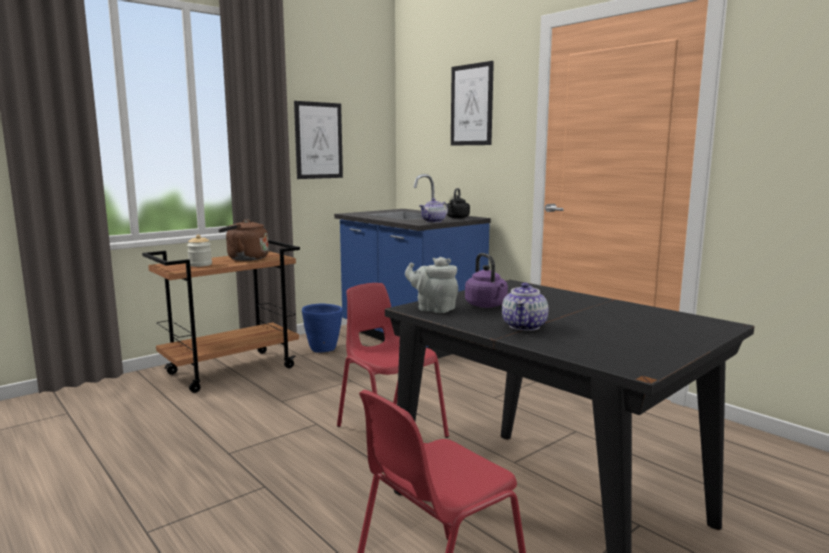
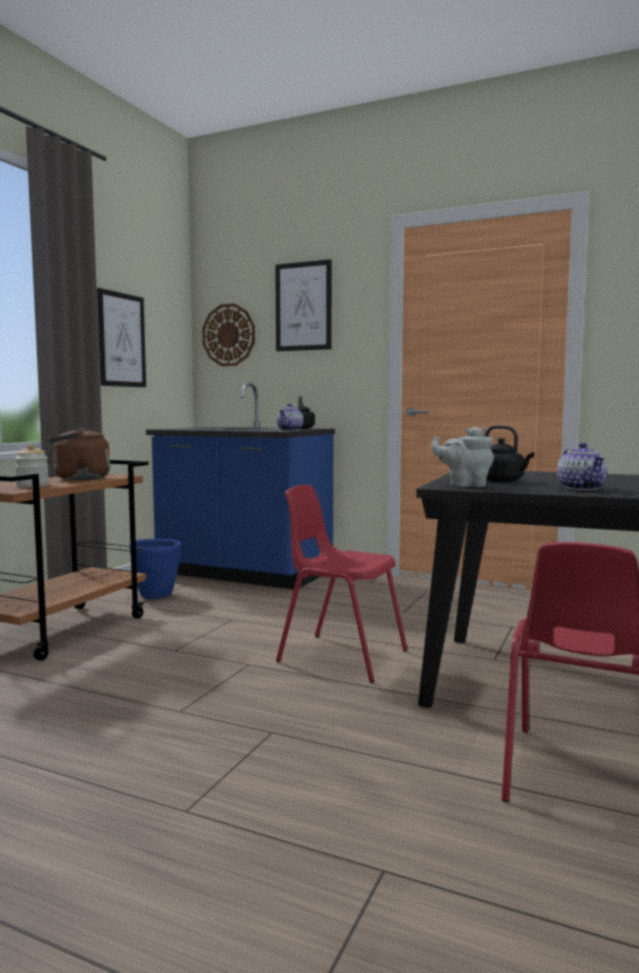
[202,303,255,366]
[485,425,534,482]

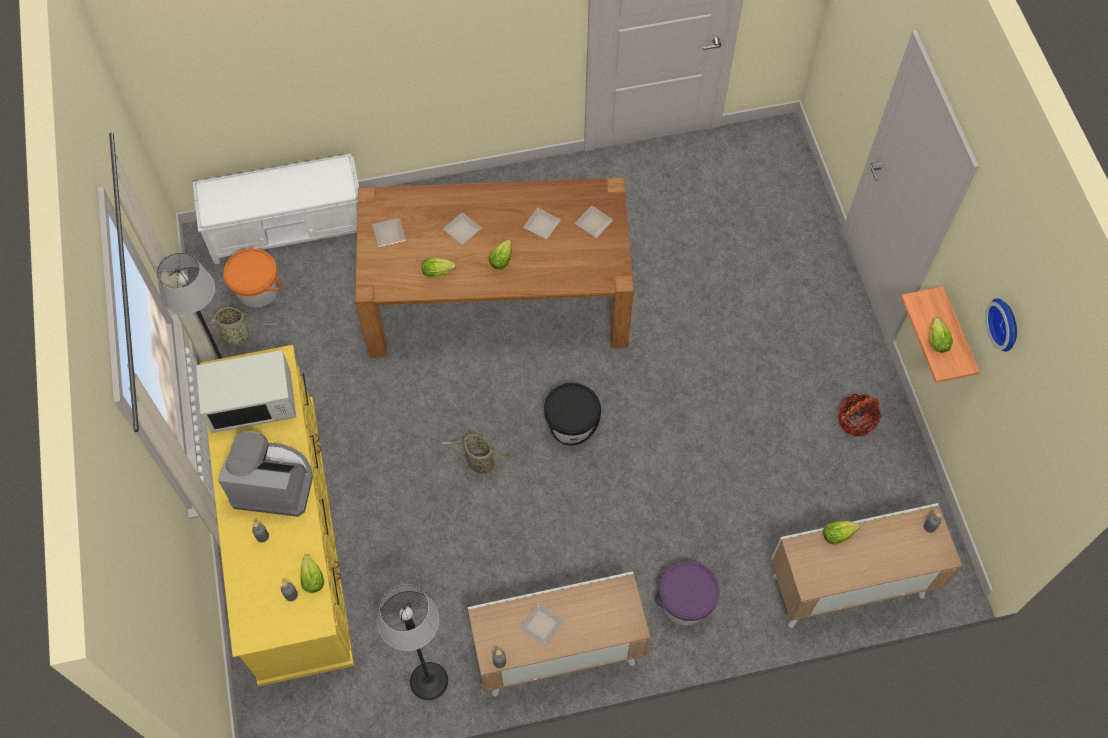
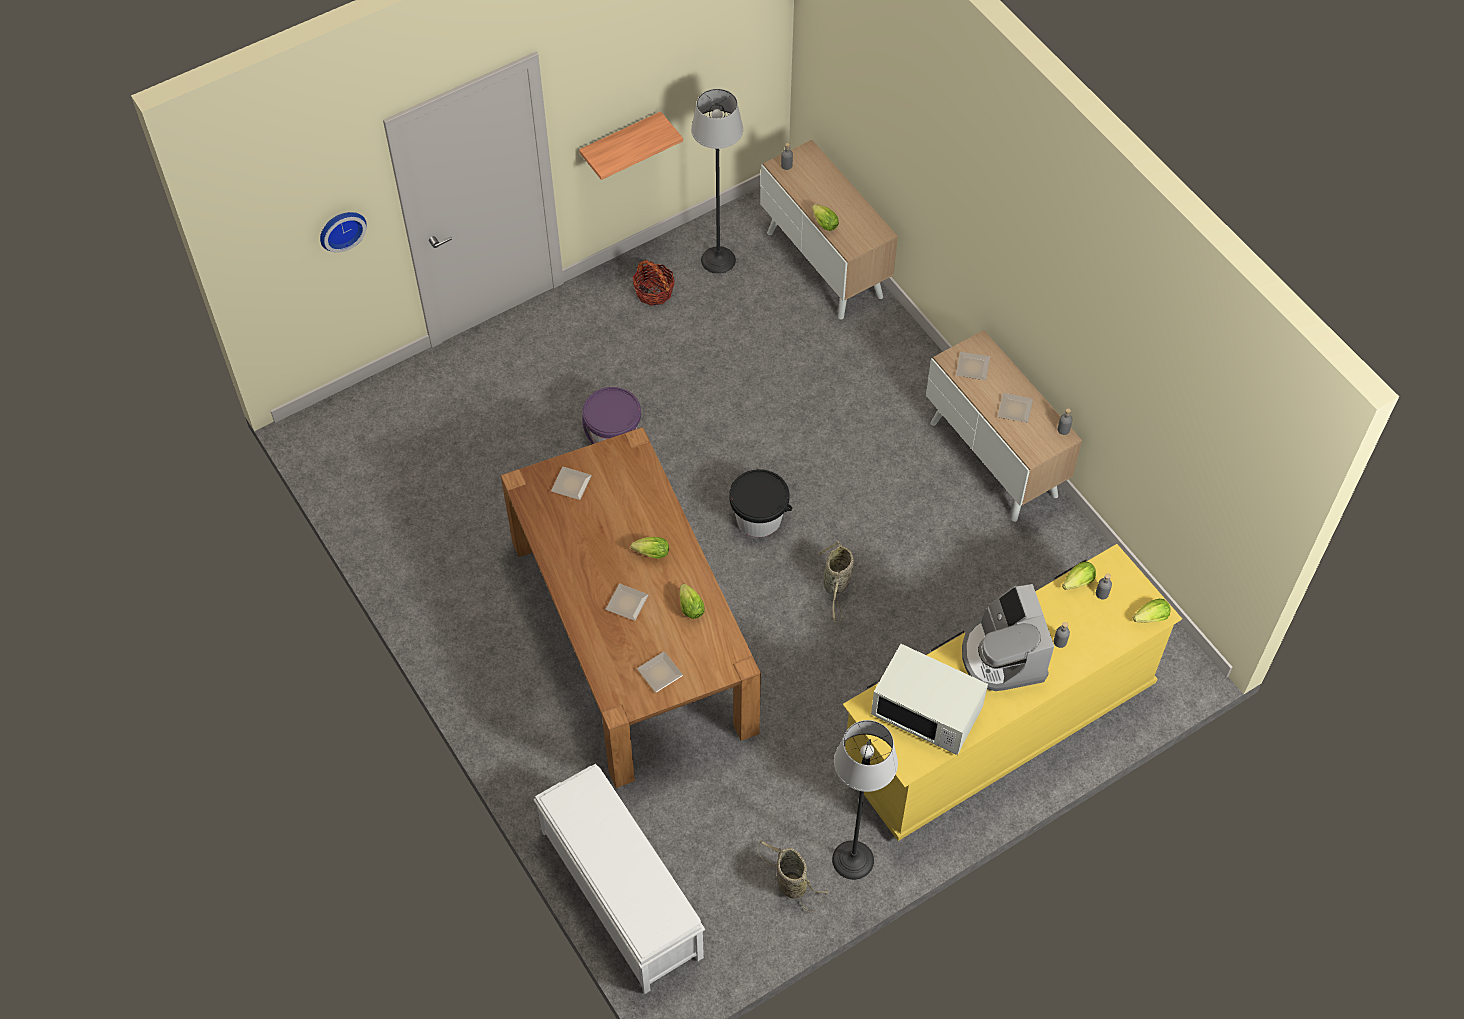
[223,248,282,308] (first image)
[691,89,743,274]
[956,352,990,380]
[582,387,641,444]
[1133,599,1170,623]
[320,212,367,253]
[871,644,988,755]

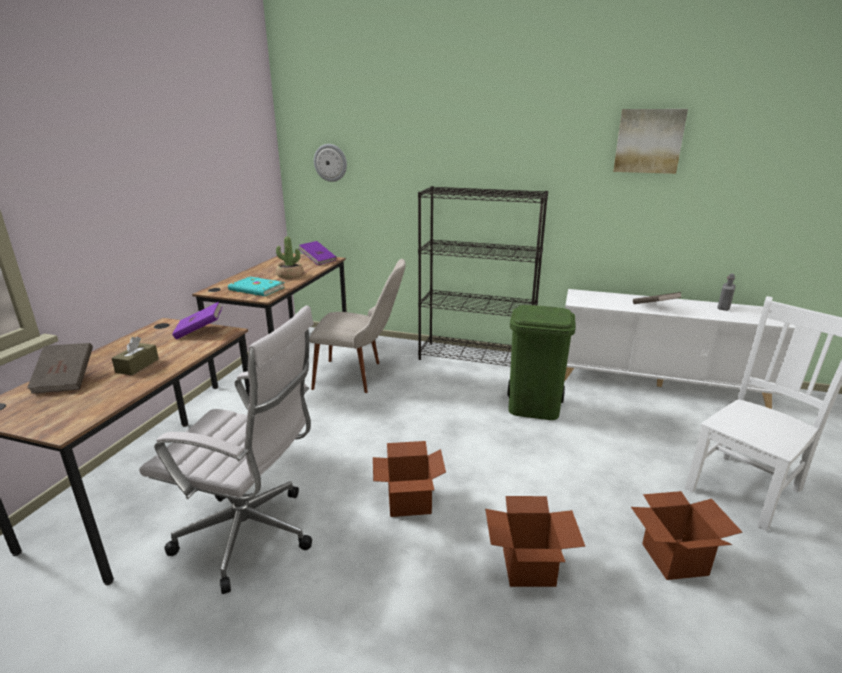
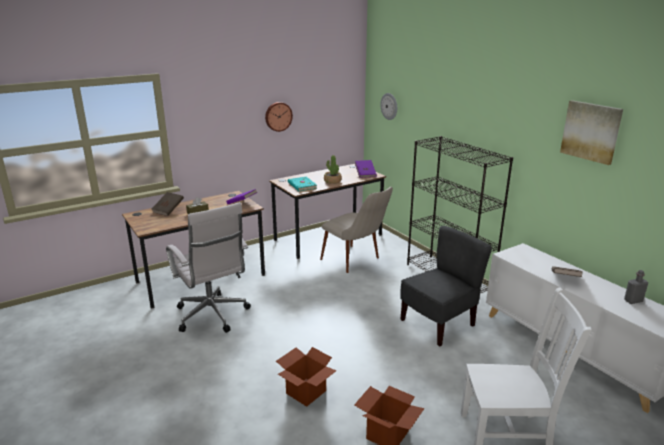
[373,441,446,517] (first image)
[265,102,293,132]
[400,226,492,346]

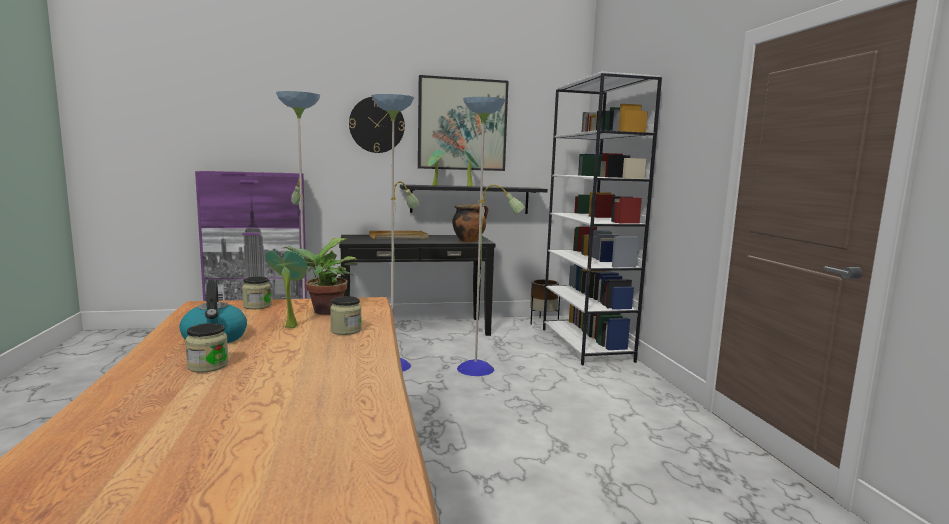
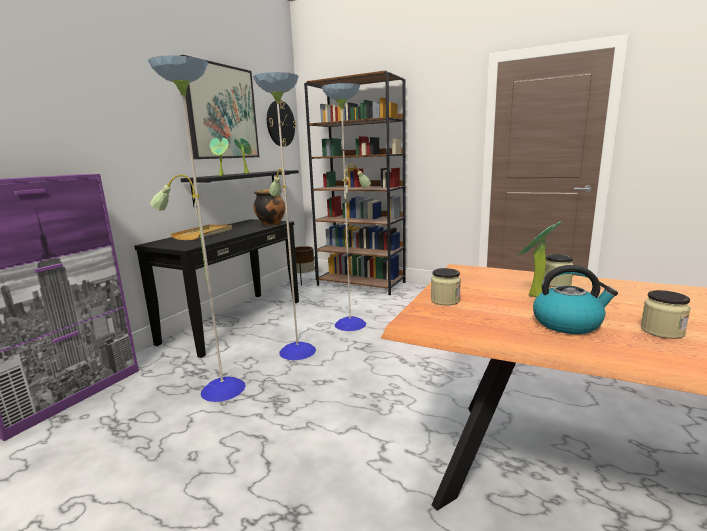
[283,238,358,315] (first image)
[267,100,296,147]
[304,71,406,295]

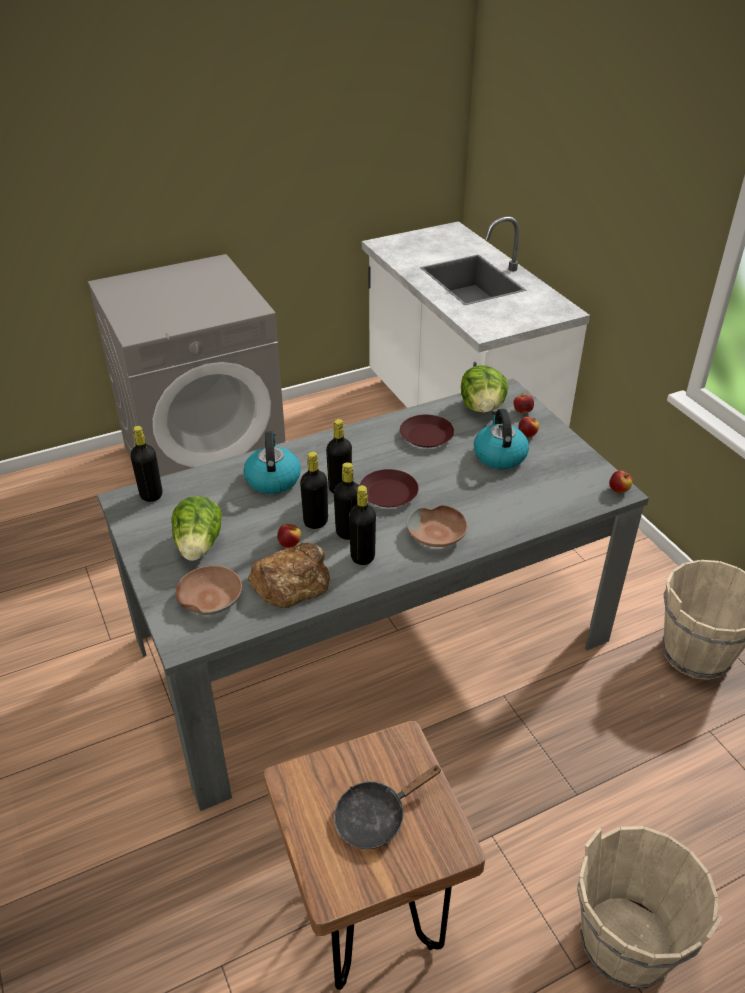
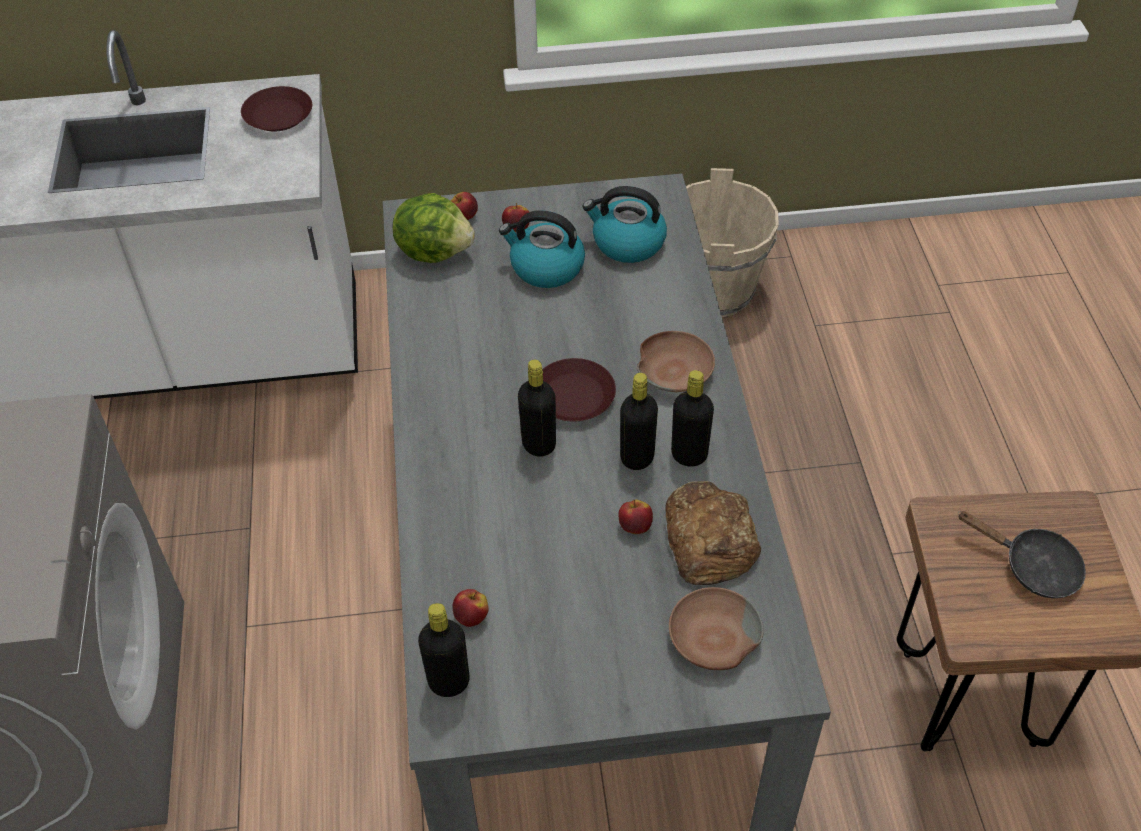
[171,496,222,561] (first image)
[300,451,328,529] (first image)
[577,826,723,989] (first image)
[582,186,667,263]
[241,86,312,131]
[452,589,488,627]
[958,511,1086,598]

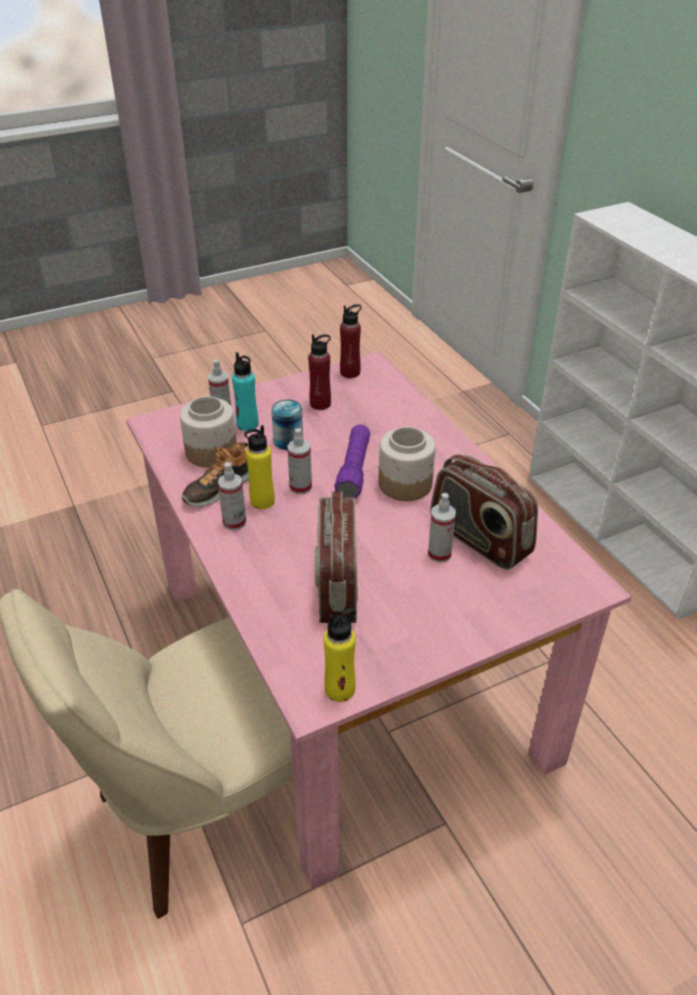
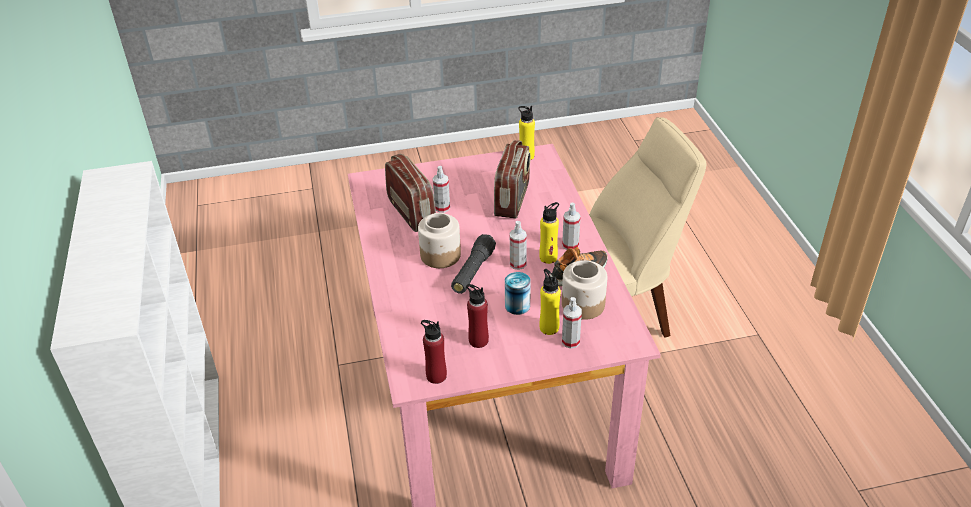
[540,269,561,335]
[451,234,496,294]

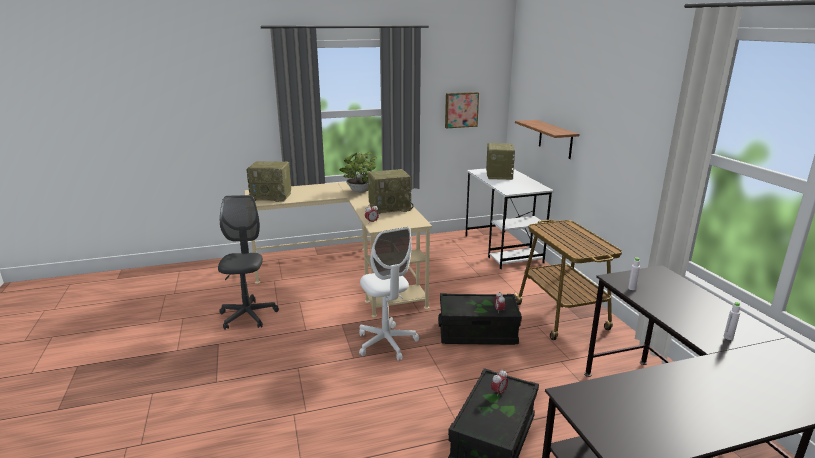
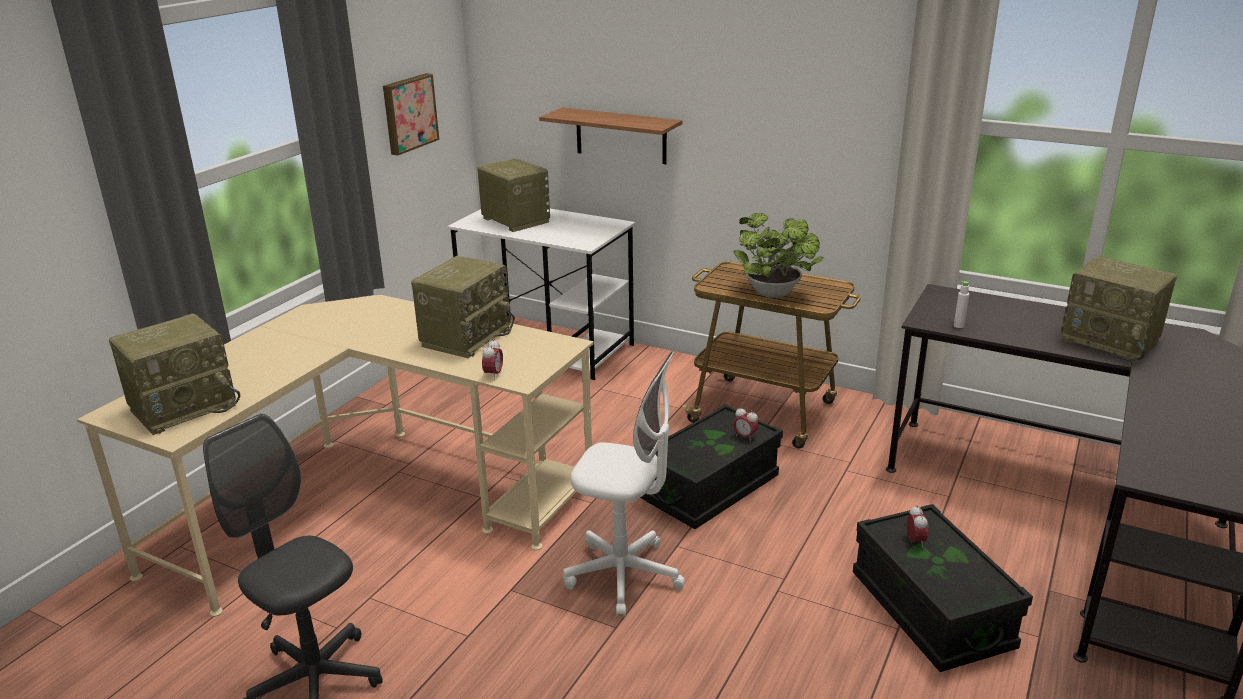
[734,213,823,298]
[1061,256,1177,363]

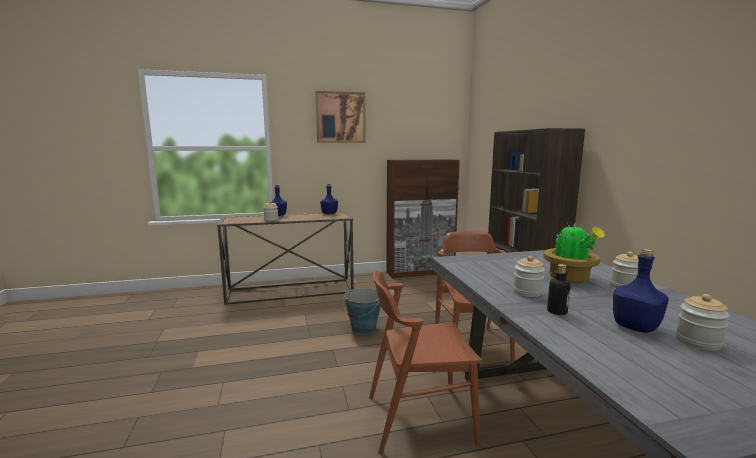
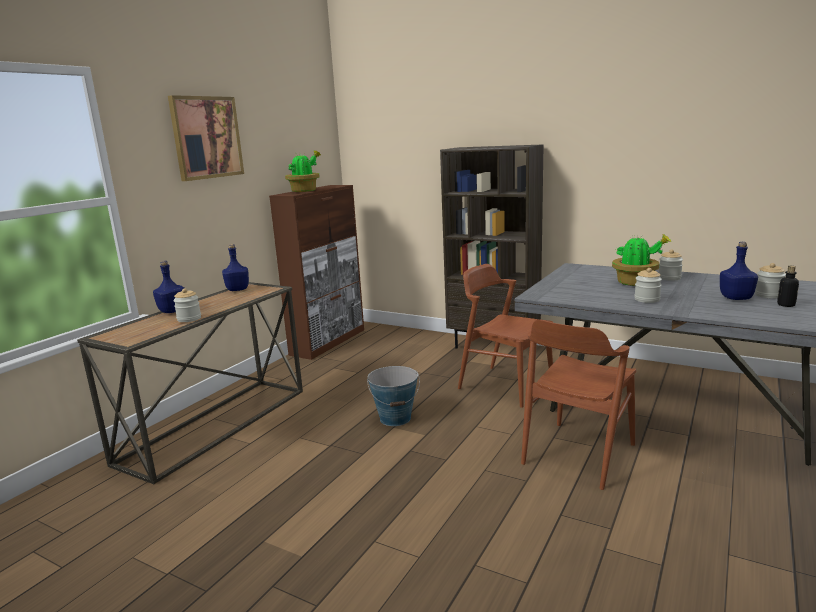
[285,150,321,192]
[777,266,799,307]

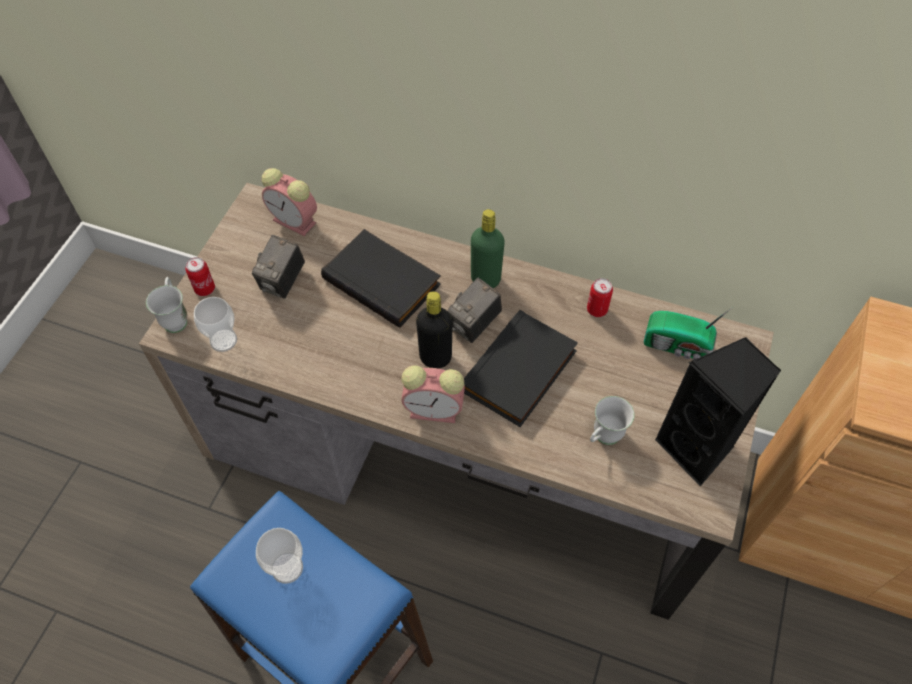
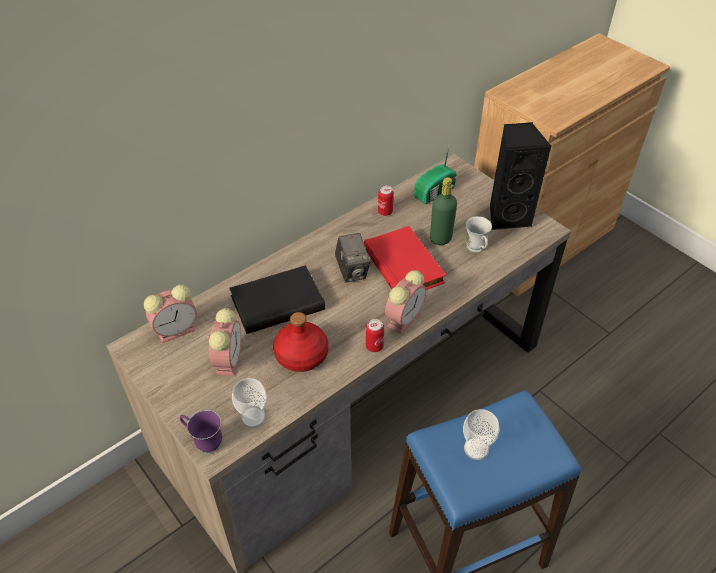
[416,291,453,368] (first image)
[273,312,328,372]
[366,319,384,353]
[430,177,457,245]
[207,308,241,376]
[180,410,222,454]
[364,226,446,290]

